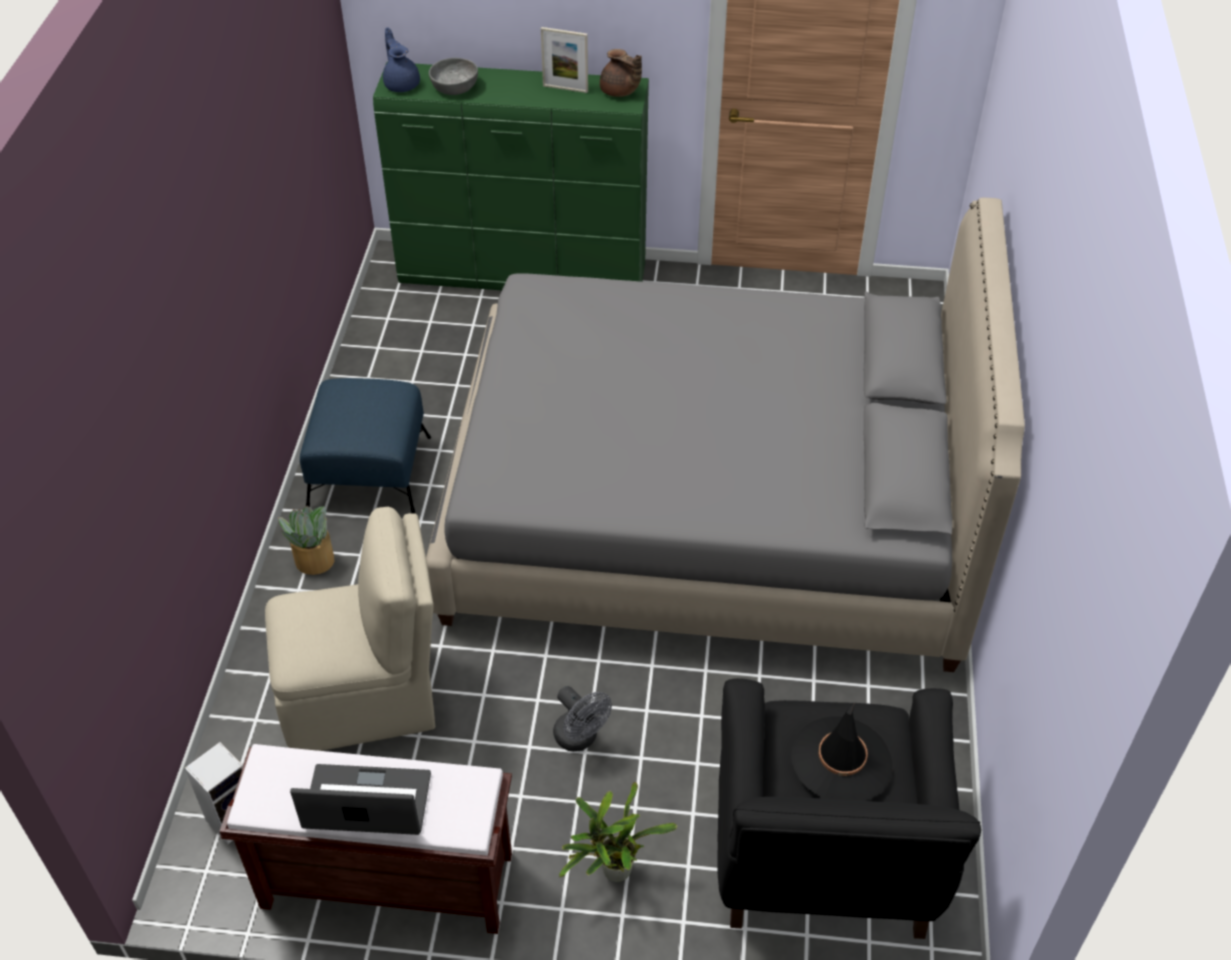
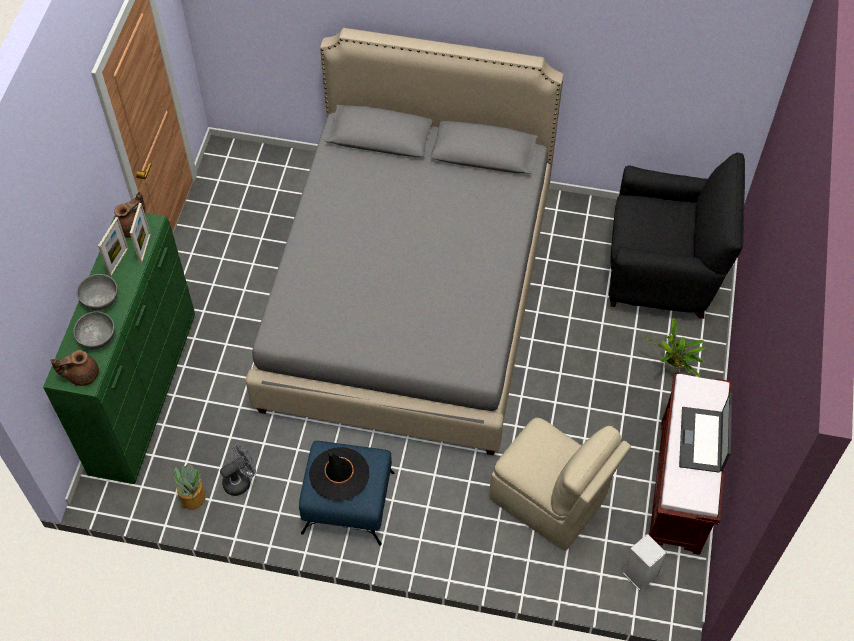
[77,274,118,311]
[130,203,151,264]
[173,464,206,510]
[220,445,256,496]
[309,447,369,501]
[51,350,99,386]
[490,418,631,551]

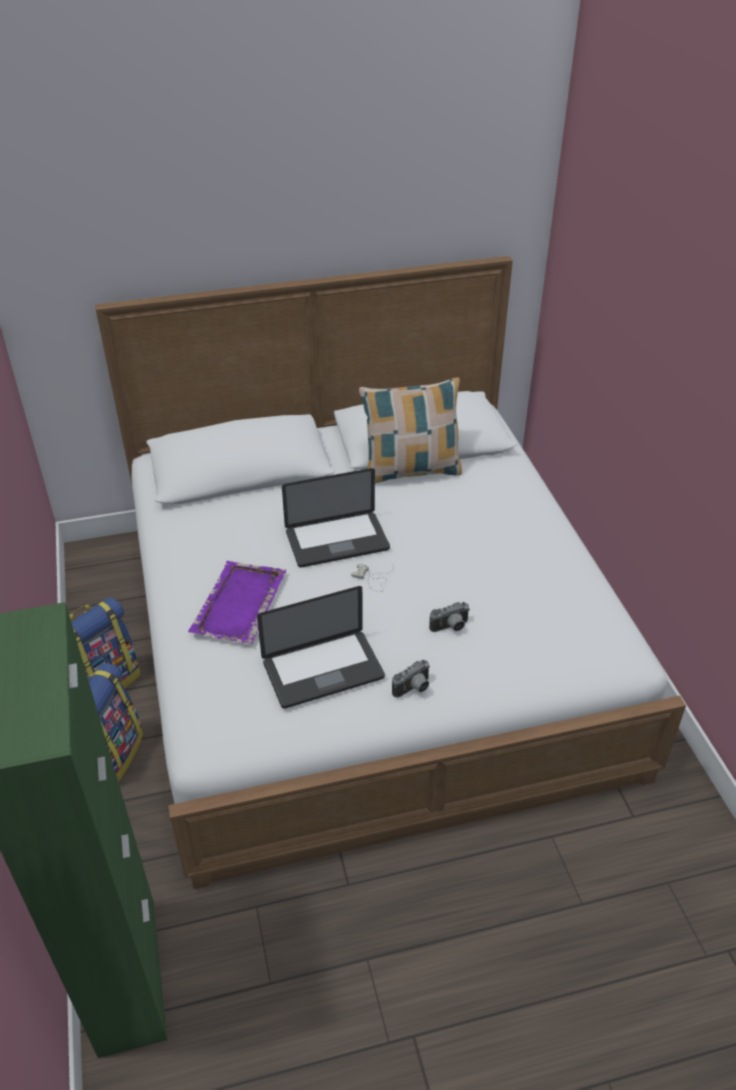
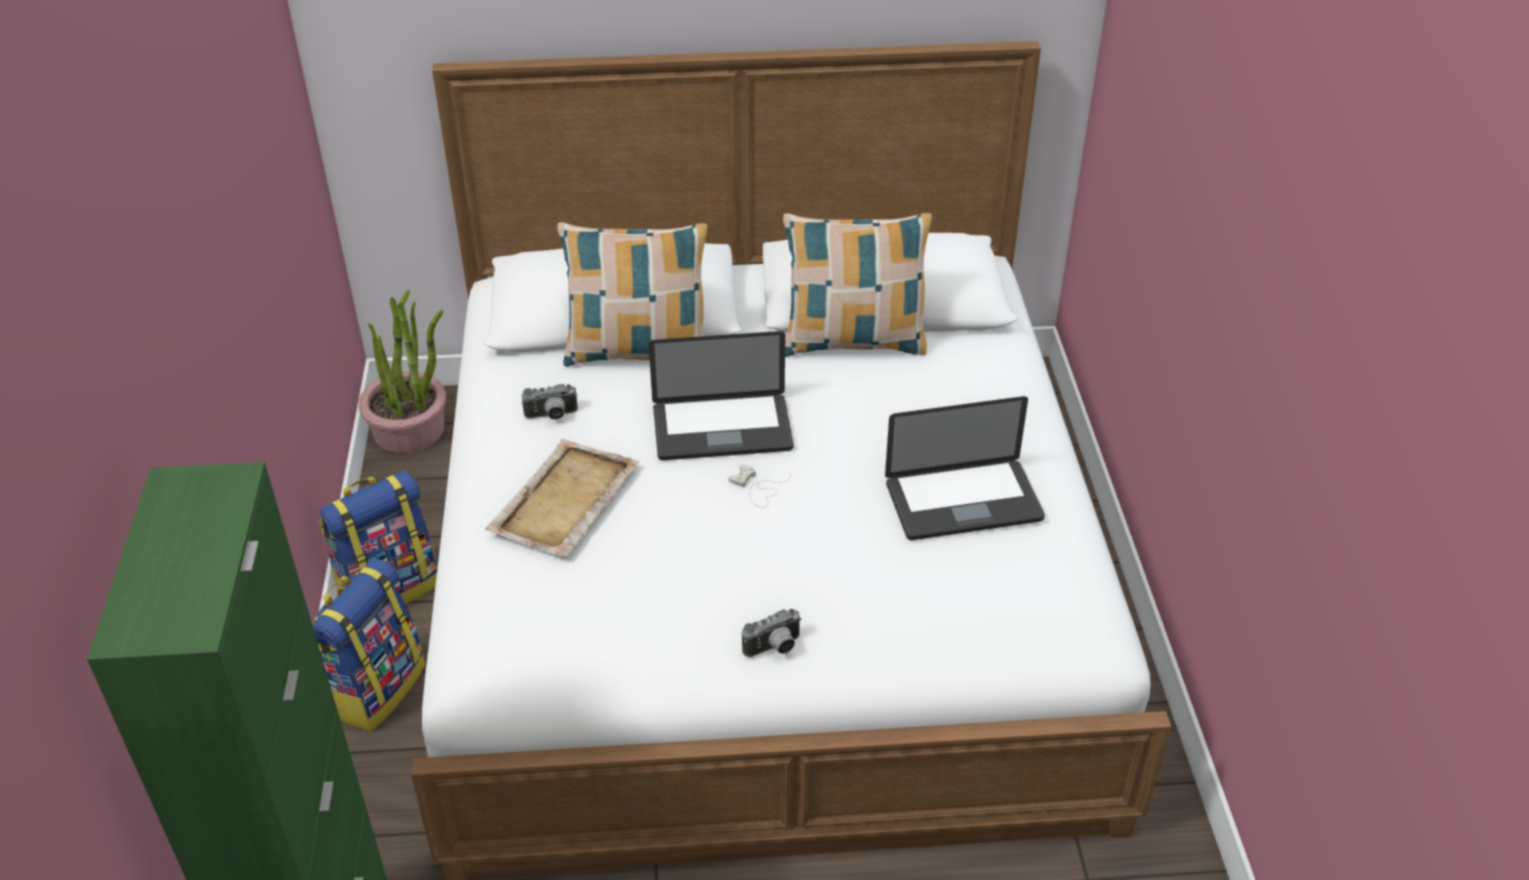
[358,290,446,453]
[557,222,708,366]
[885,396,1045,540]
[522,384,578,420]
[485,439,639,557]

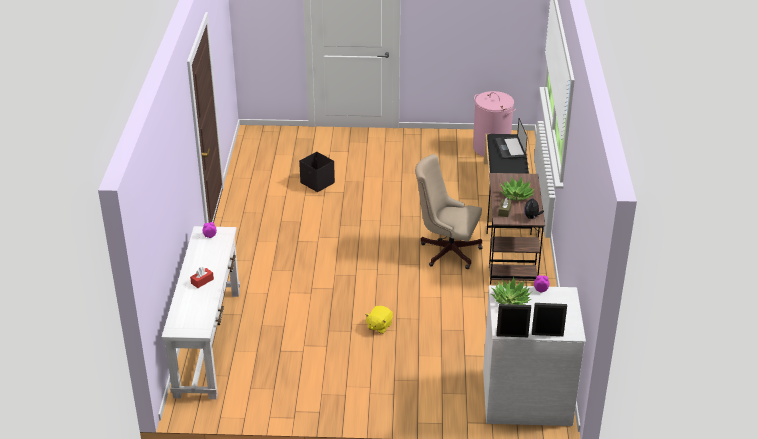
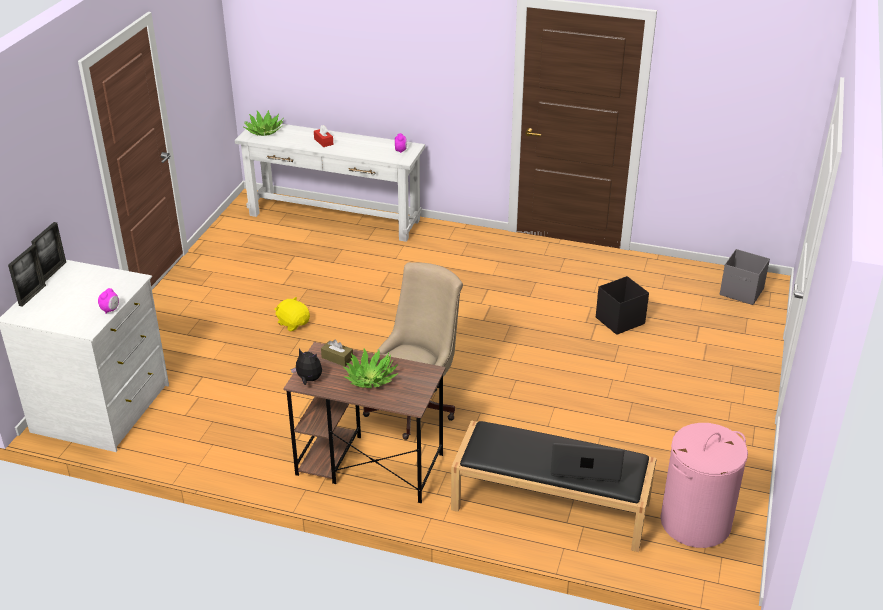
[720,249,770,305]
[244,110,283,136]

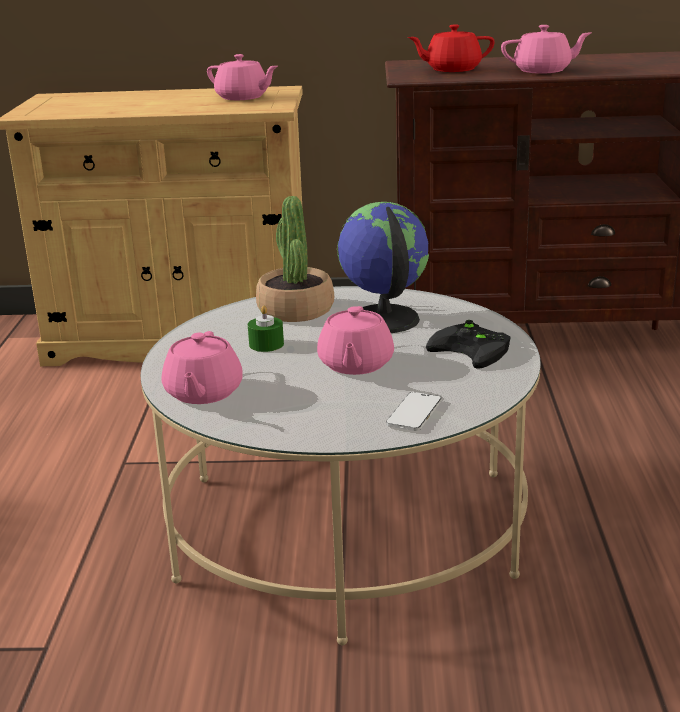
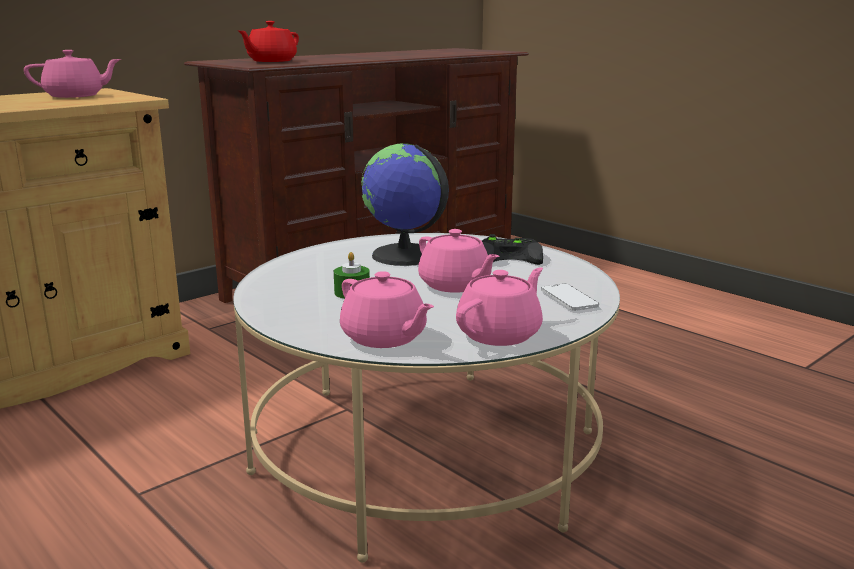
[256,196,334,322] (first image)
[456,267,543,346]

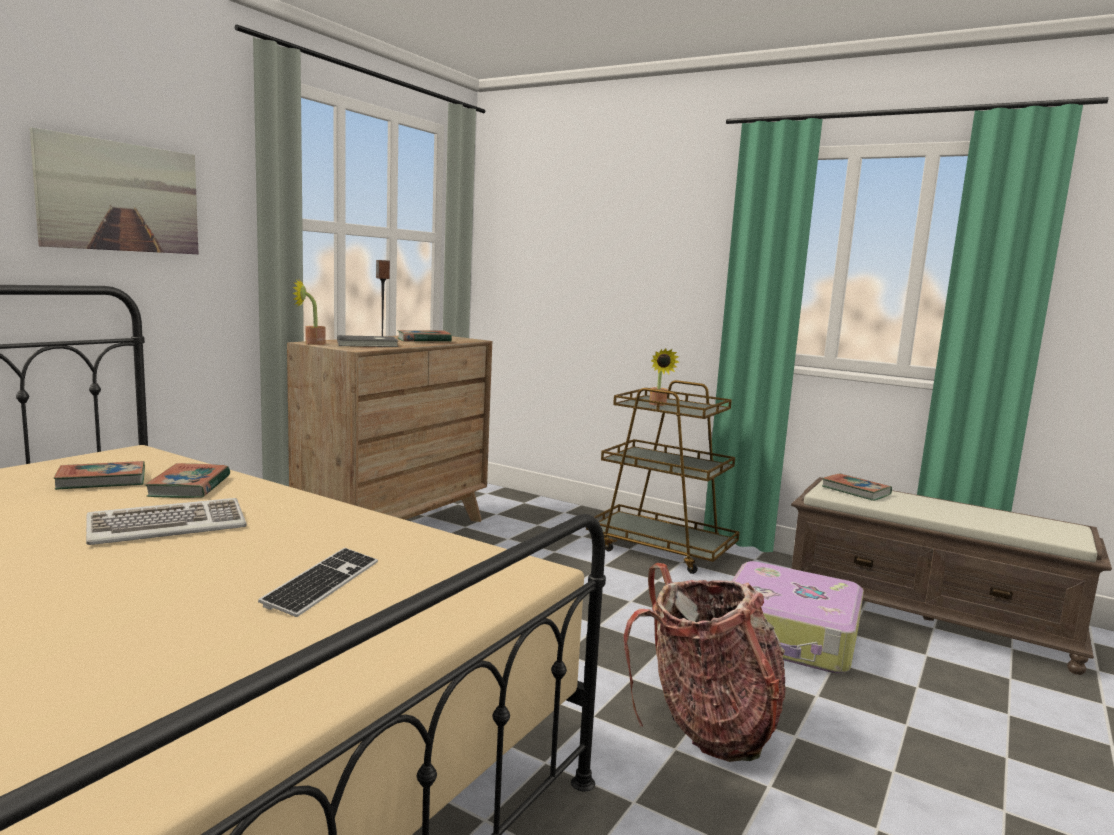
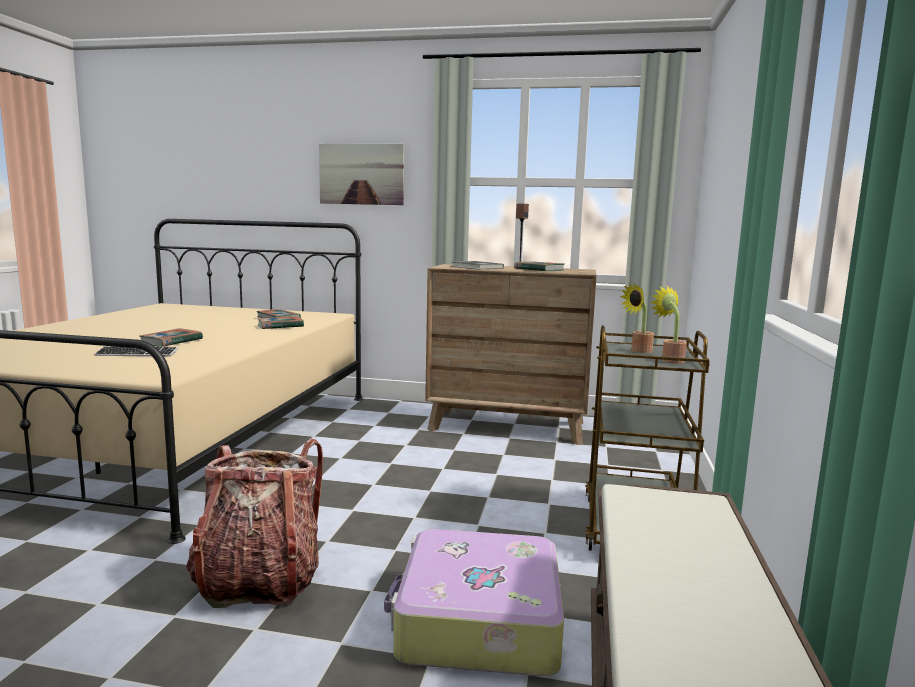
[86,498,247,545] (first image)
[650,286,687,364]
[139,328,203,347]

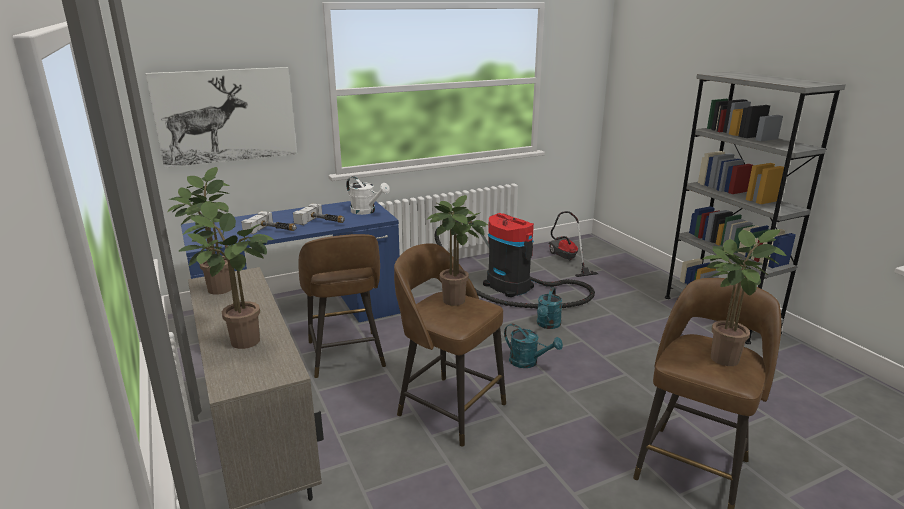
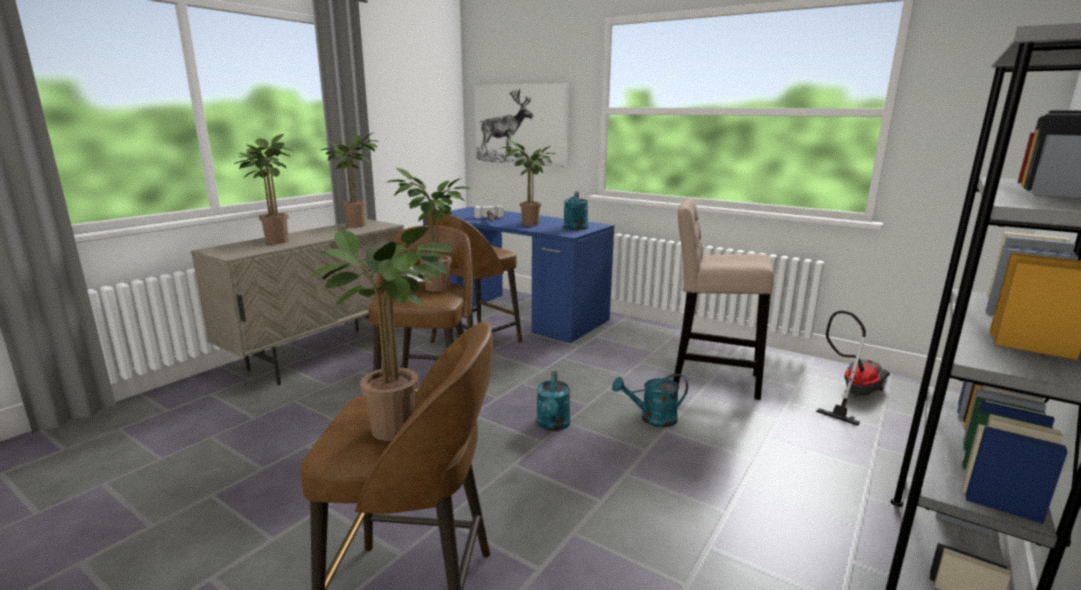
[502,139,555,226]
[673,199,774,400]
[563,191,588,230]

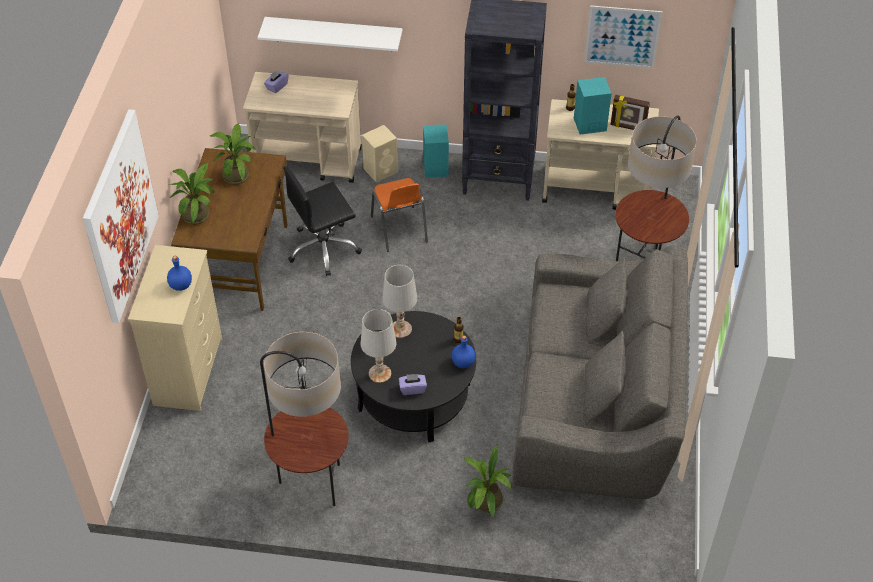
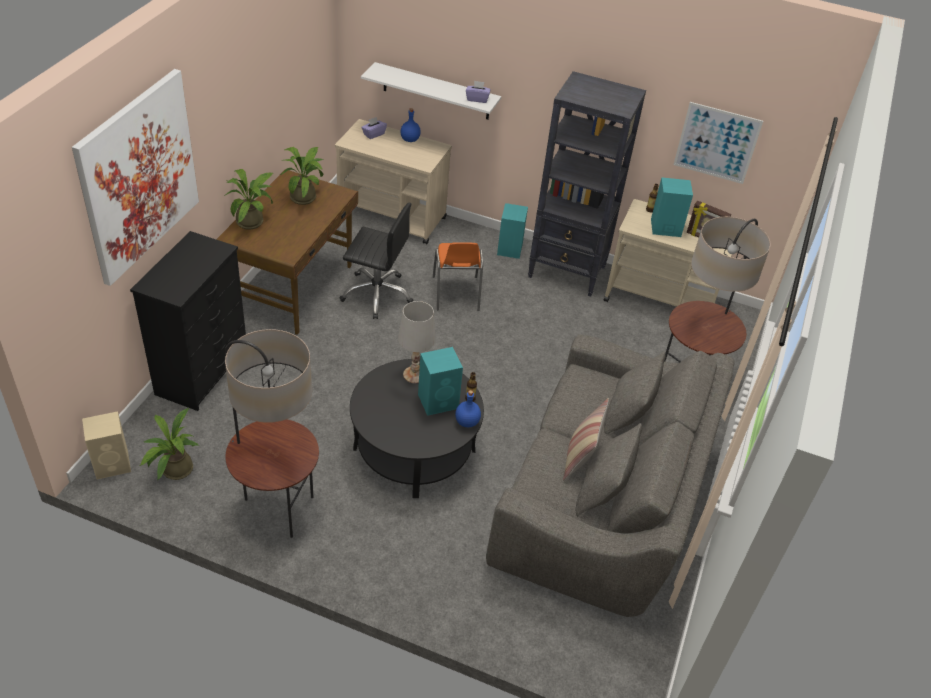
[361,309,397,383] (first image)
[418,347,463,416]
[563,398,609,481]
[400,108,421,142]
[82,411,131,479]
[466,81,491,103]
[139,408,199,480]
[130,231,246,411]
[339,203,413,319]

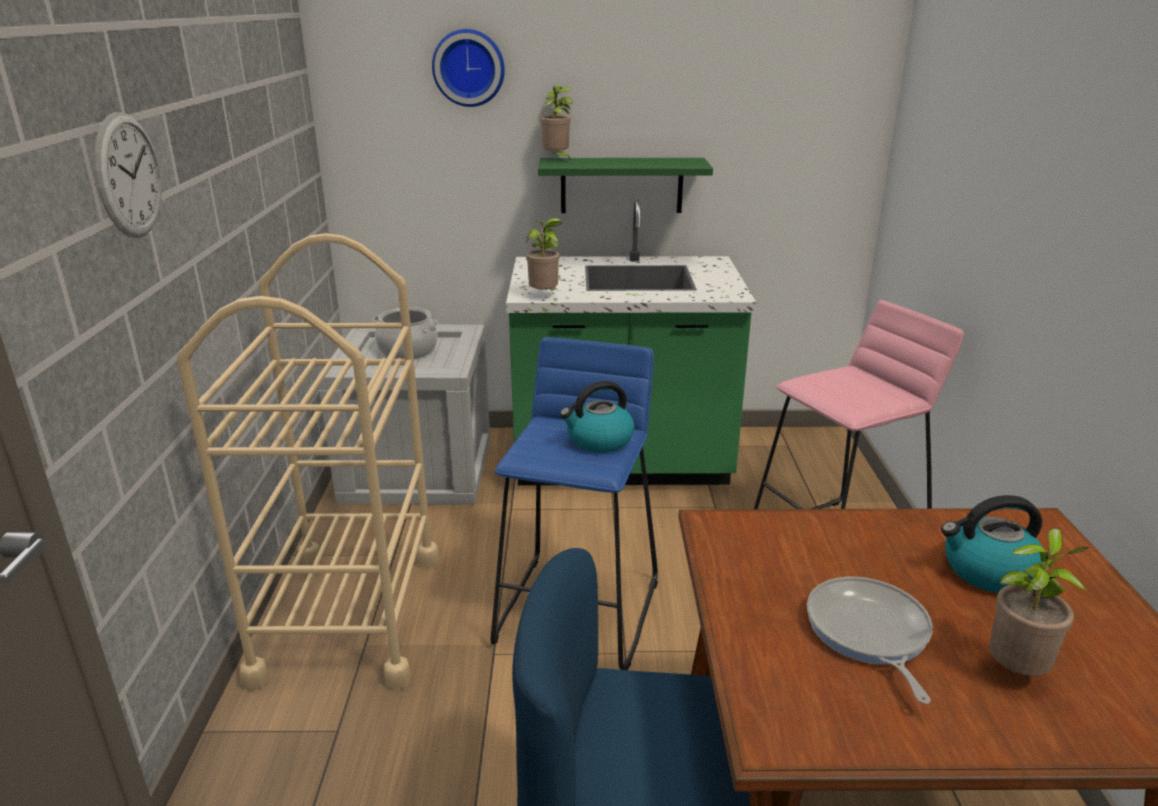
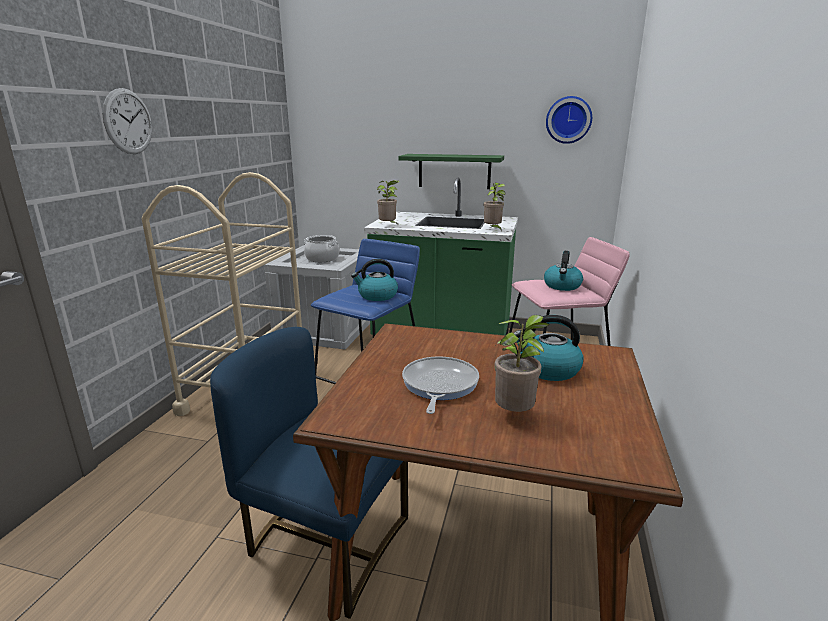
[544,251,583,291]
[546,96,592,144]
[484,183,505,232]

